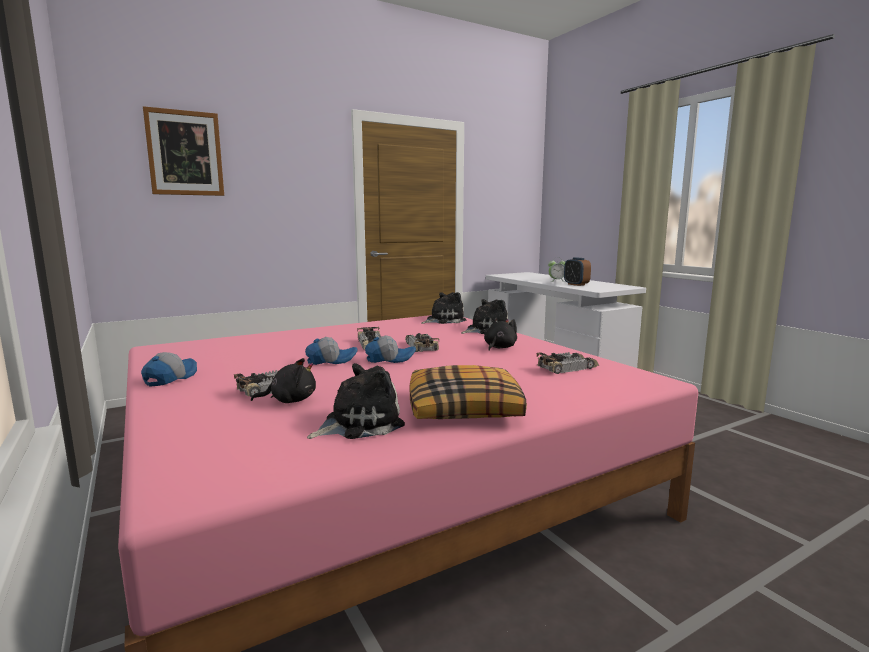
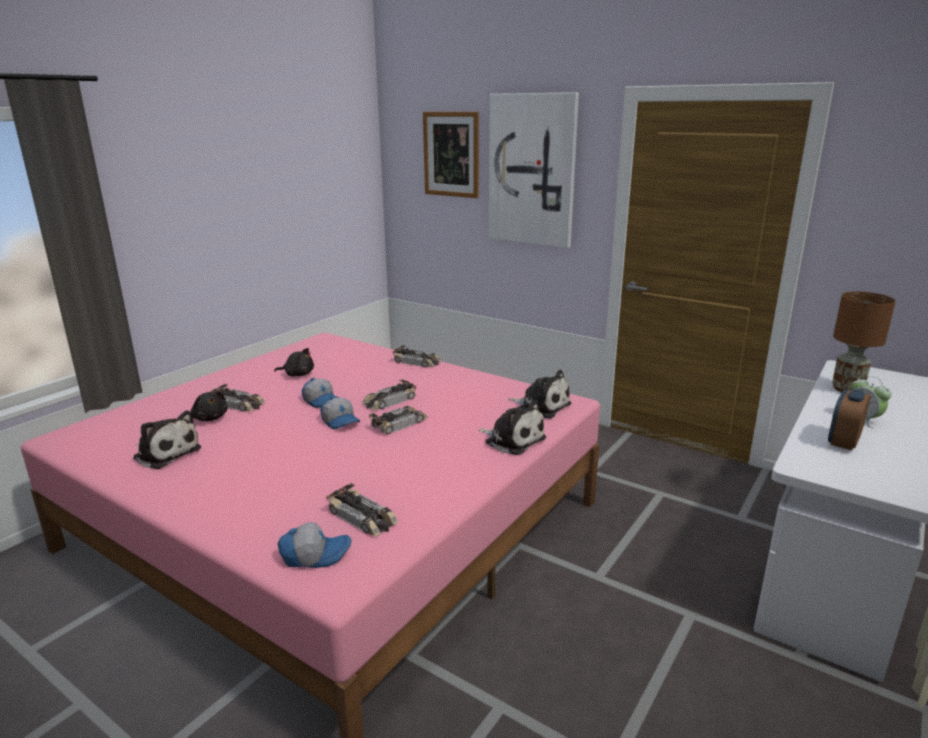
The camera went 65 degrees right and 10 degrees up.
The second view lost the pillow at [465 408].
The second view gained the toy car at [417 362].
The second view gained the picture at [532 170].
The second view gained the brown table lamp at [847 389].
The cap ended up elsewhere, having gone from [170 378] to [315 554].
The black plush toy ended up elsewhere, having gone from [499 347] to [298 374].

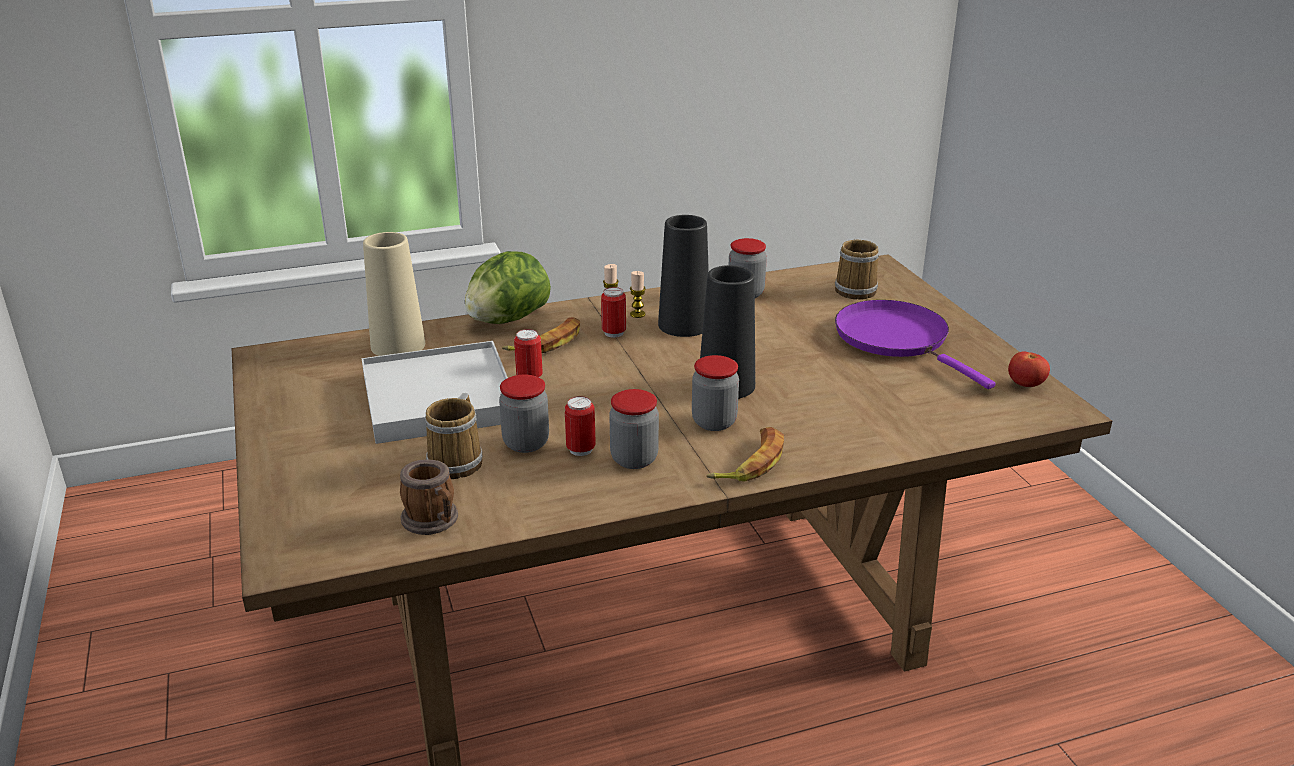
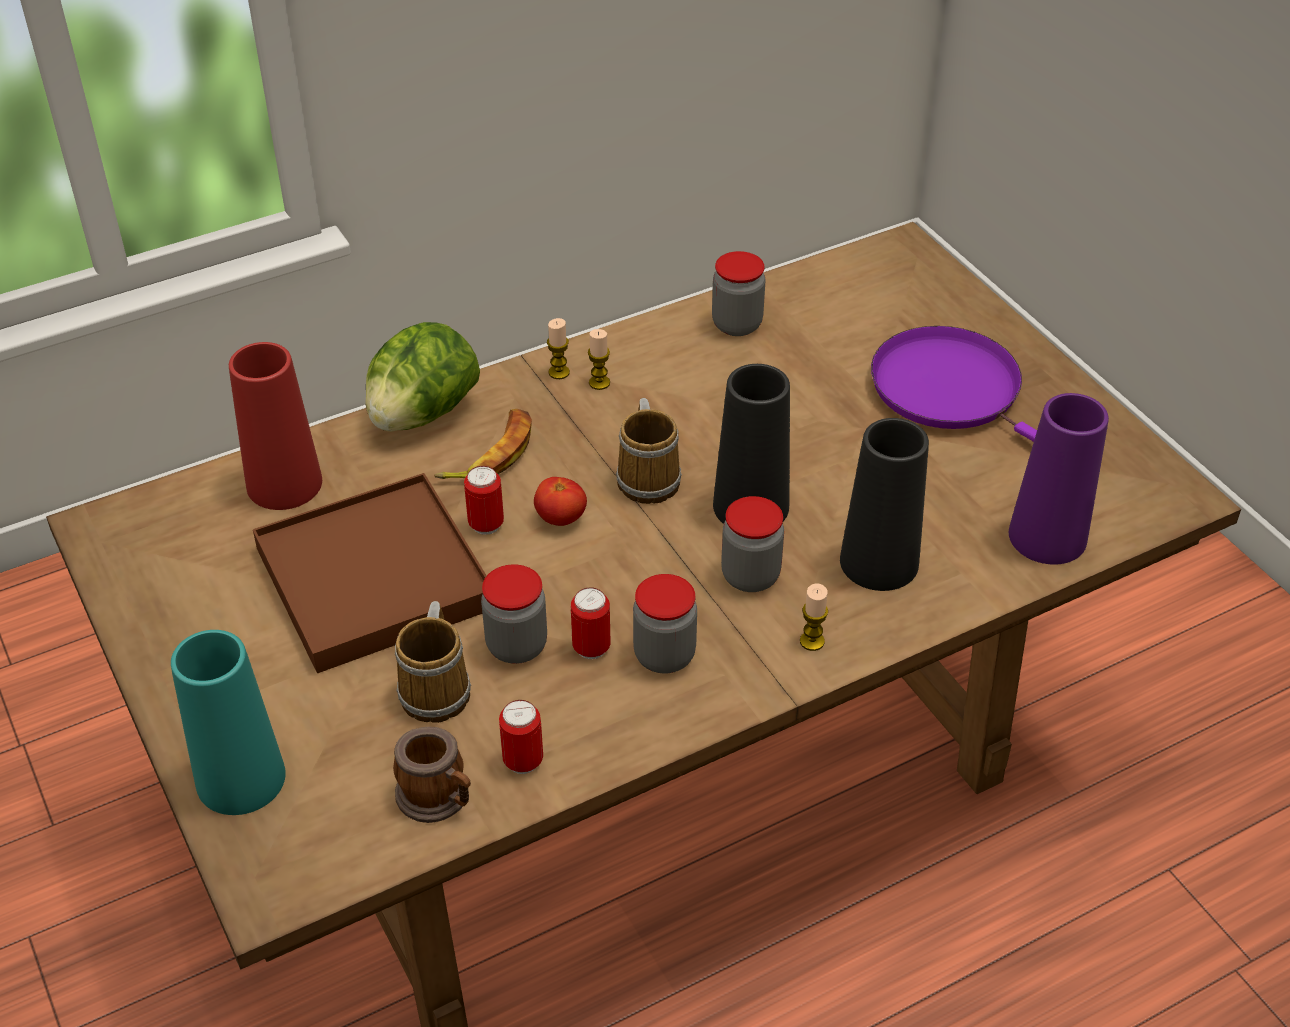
The camera went 10 degrees left and 15 degrees up.
The second view gained the turquoise vase at [241 779].
The second view gained the purple vase at [1047 536].
The can ended up elsewhere, having gone from [614 333] to [523 761].
The black vase ended up elsewhere, having gone from [684 325] to [879 562].
The mug ended up elsewhere, having gone from [856 289] to [650 478].
The tomato ended up elsewhere, having gone from [1025 385] to [561 519].
Where the banana stood at [750 462], the candle came to stand at [812 641].
What was the white tray at [438 398] turned into the brown tray at [374 579].
What was the beige vase at [398 345] turned into the red vase at [284 484].

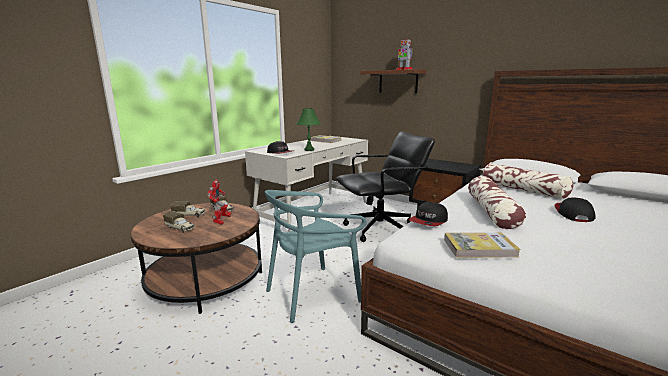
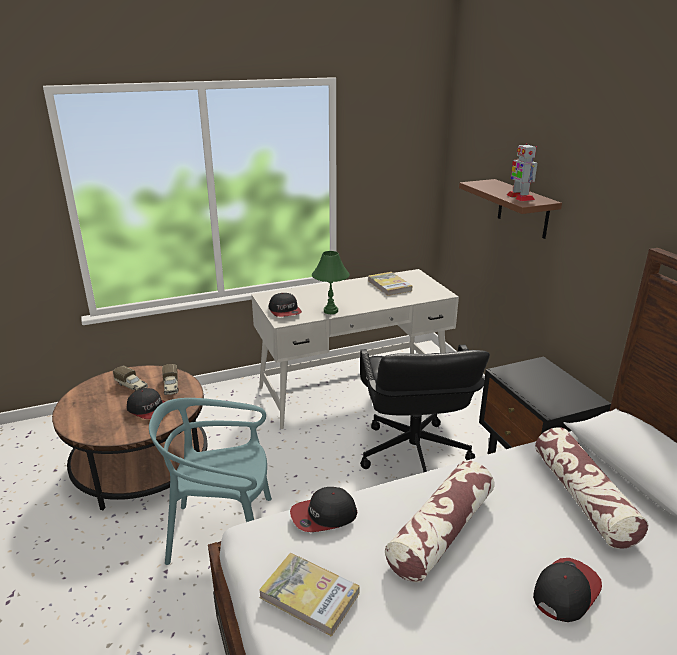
The camera went 30 degrees right and 10 degrees up.
The second view lost the toy truck at [180 228].
Where the toy robot stood at [221 221], the cap came to stand at [149 409].
The black office chair at [381 229] ended up facing another way, 75 degrees clockwise from before.

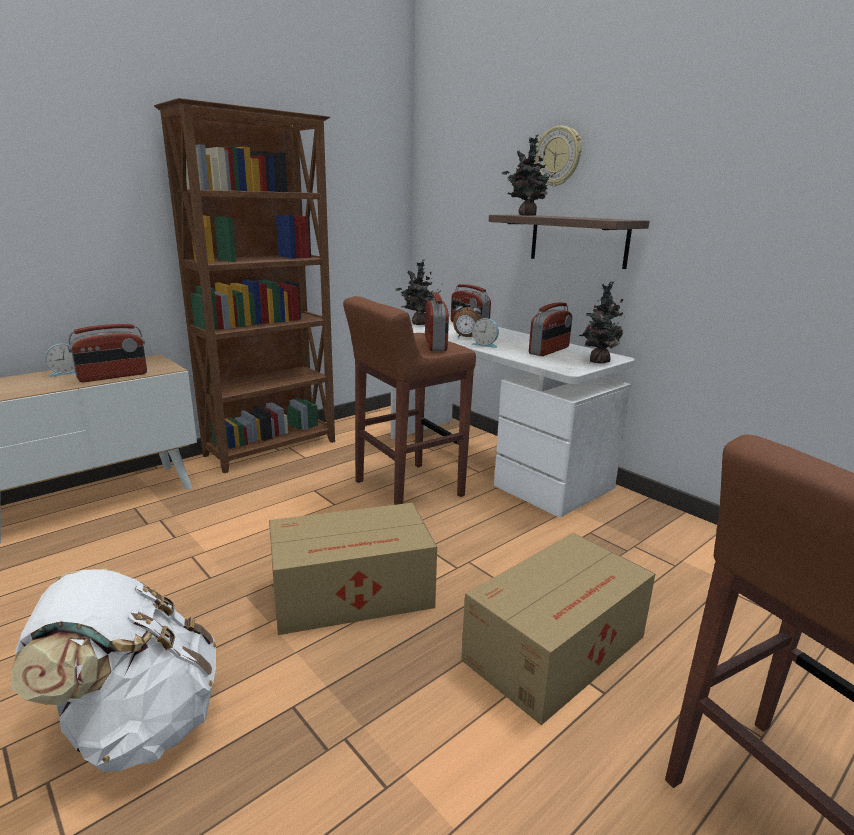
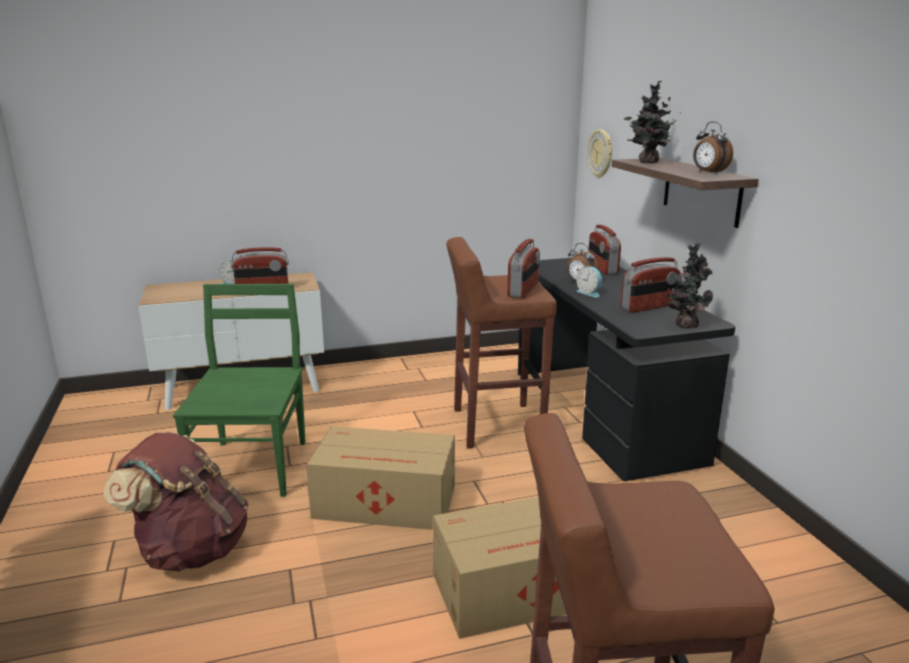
The camera went 25 degrees right and 0 degrees up.
The second view lost the brown bookcase at [273 448].
The second view lost the potted plant at [418 323].
The second view gained the green chair at [253 466].
The second view gained the alarm clock at [708 173].
The wall clock ended up elsewhere, having gone from [558 156] to [601 153].
What was the white backpack at [138 724] turned into the brown backpack at [190 550].
What was the white desk at [493 460] turned into the black desk at [603 413].

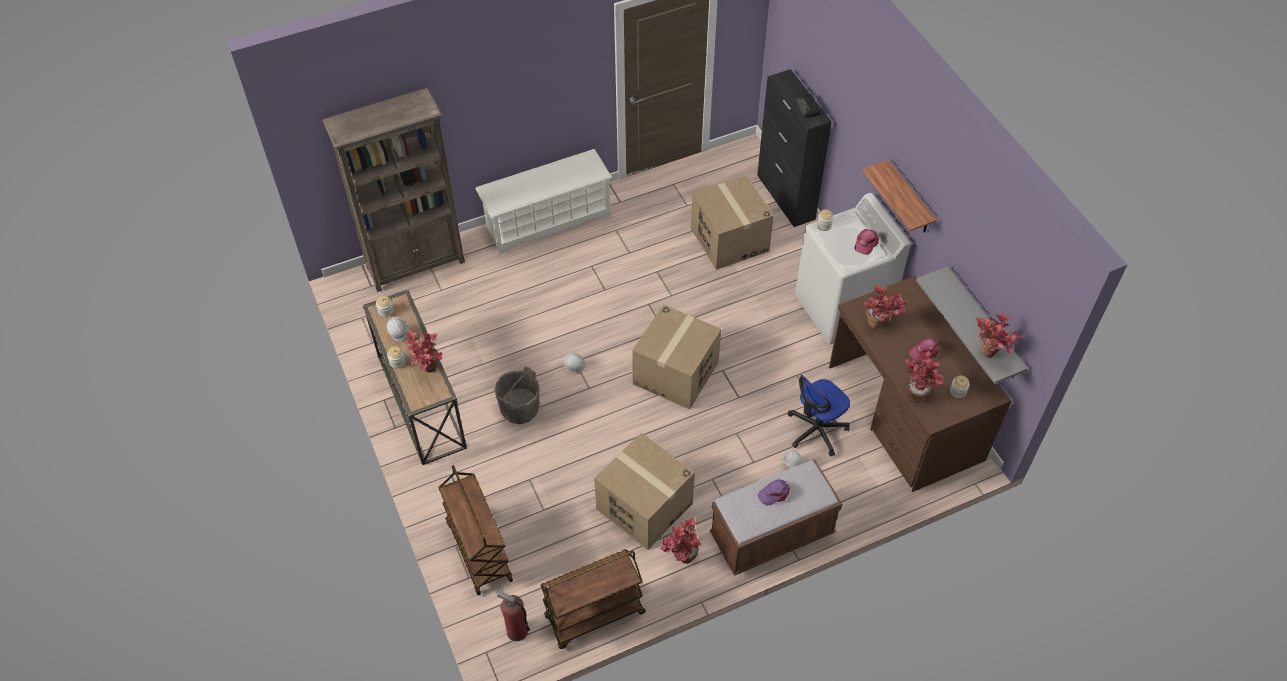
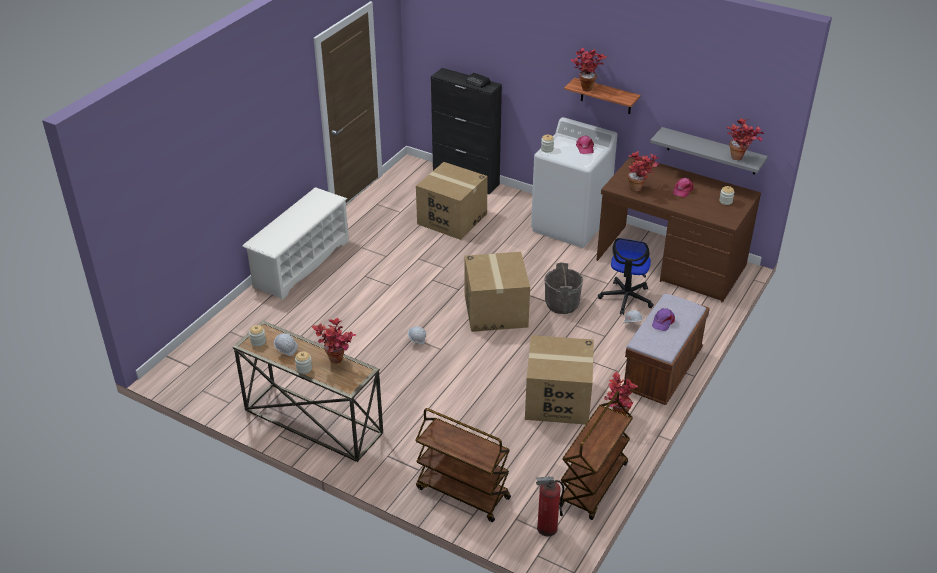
The camera went 35 degrees left and 15 degrees down.
The second view lost the brown bookcase at [416 264].
The grey bucket ended up elsewhere, having gone from [520 409] to [562 304].
The potted plant ended up elsewhere, having gone from [917 393] to [585 86].

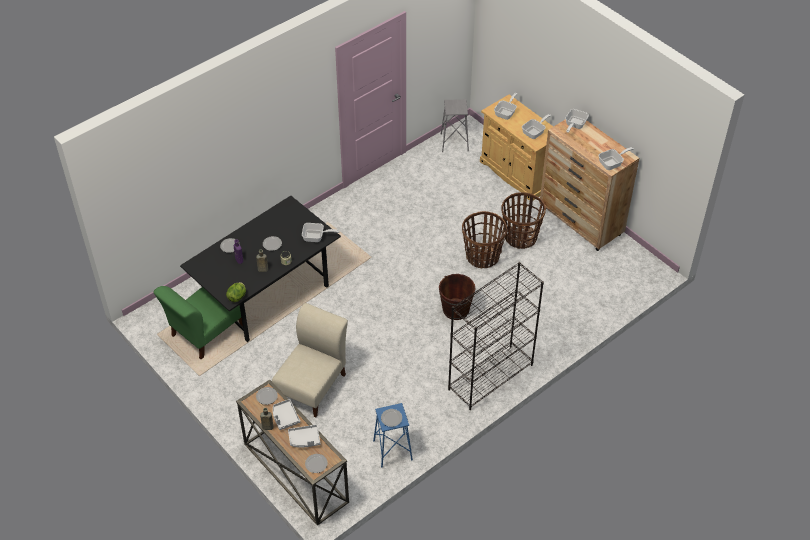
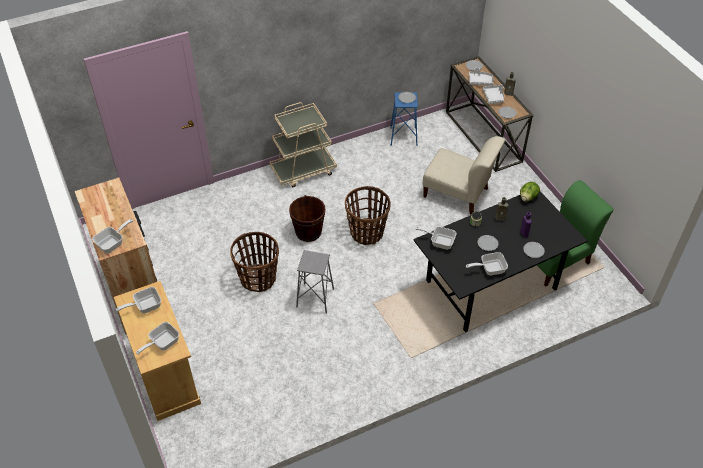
The camera went 165 degrees left and 0 degrees up.
The grey stool ended up elsewhere, having gone from [454 142] to [315 298].
The basket ended up elsewhere, having gone from [520 237] to [367 232].
The frying pan ended up elsewhere, having gone from [612 163] to [489 269].
Where the black bookcase stood at [490 377], the beige cart came to stand at [303 170].
The beige chair at [313 385] ended up facing another way, 105 degrees counterclockwise from before.

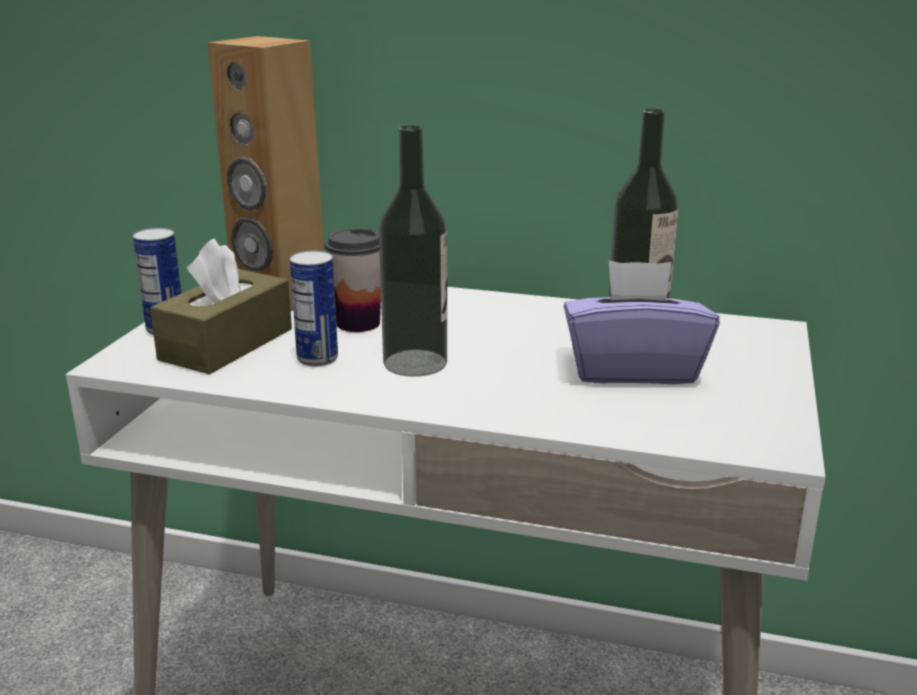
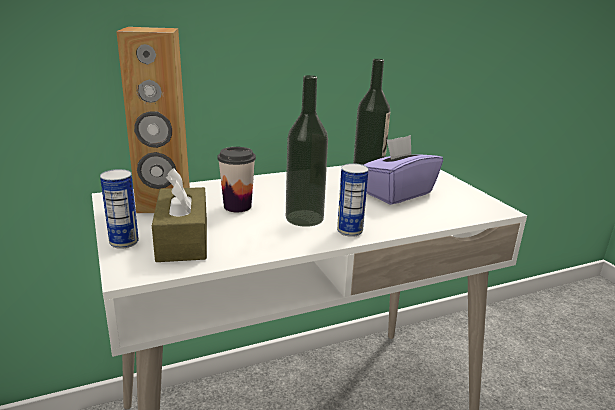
The camera went 40 degrees left and 0 degrees up.
The can ended up elsewhere, having gone from [317 358] to [349 231].

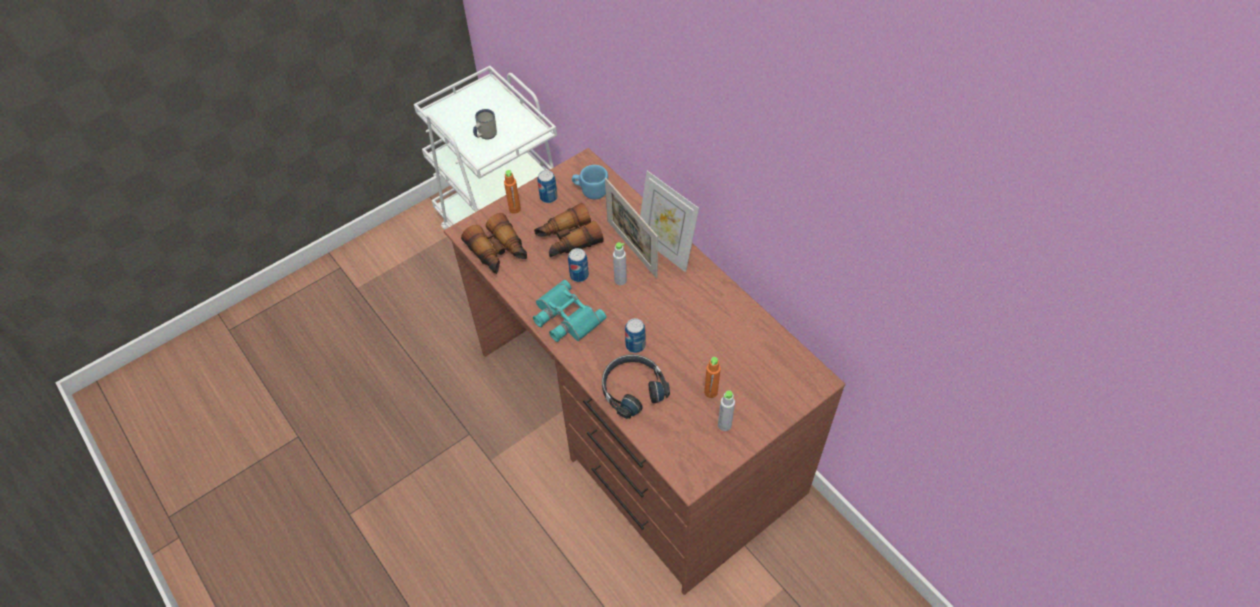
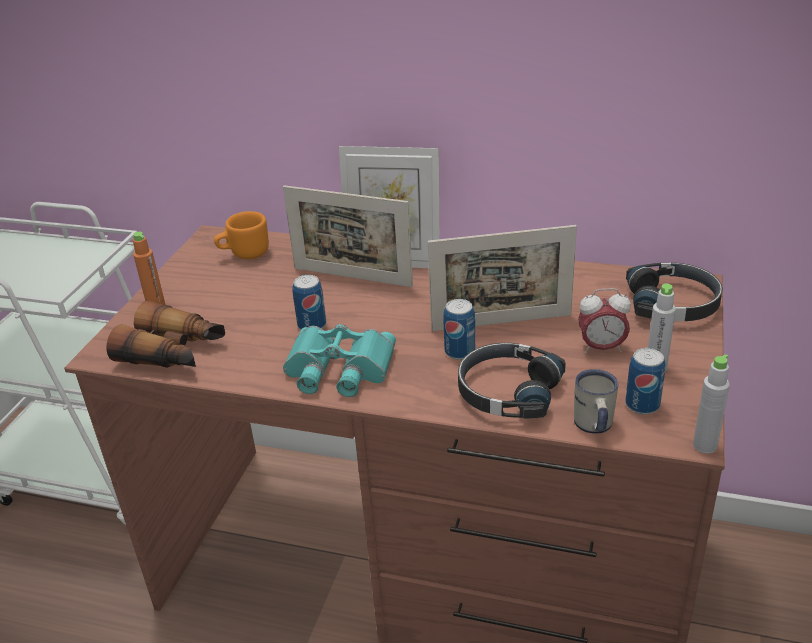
The camera went 35 degrees left and 20 degrees down.
The second view lost the binoculars at [567 240].
The second view gained the picture frame at [501 322].
The second view gained the black headphones at [673 303].
The white mug ended up elsewhere, having gone from [485 135] to [593 427].
The can ended up elsewhere, having gone from [548 197] to [642 405].
The grey bottle ended up elsewhere, having gone from [620 280] to [705 445].
Where the orange bottle stood at [711 392], the alarm clock came to stand at [601 348].
What was the blue mug at [590 191] turned into the orange mug at [244 254].

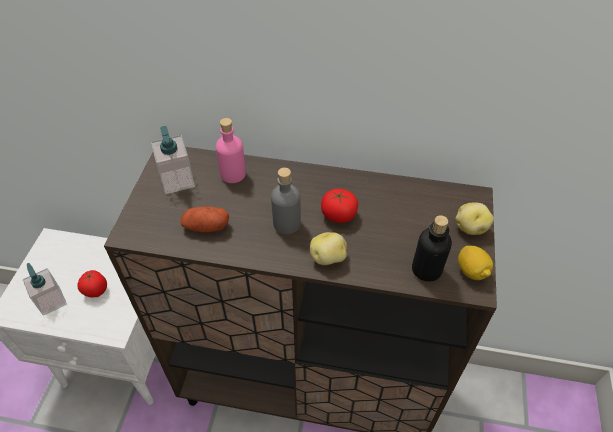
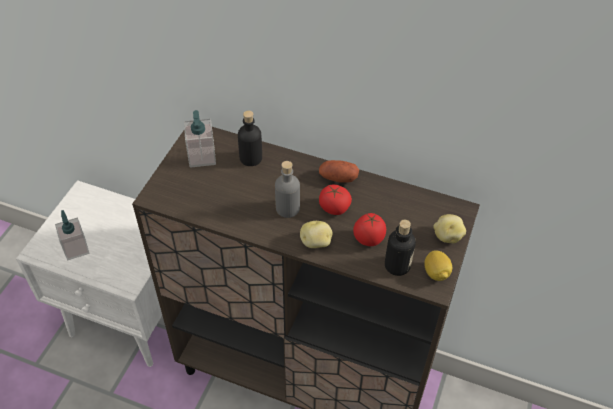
The camera went 10 degrees right and 0 degrees up.
The tomato ended up elsewhere, having gone from [96 291] to [368 239].
The potato ended up elsewhere, having gone from [206 227] to [338 178].
What was the pink bottle at [233 174] turned into the black bottle at [251 158].

